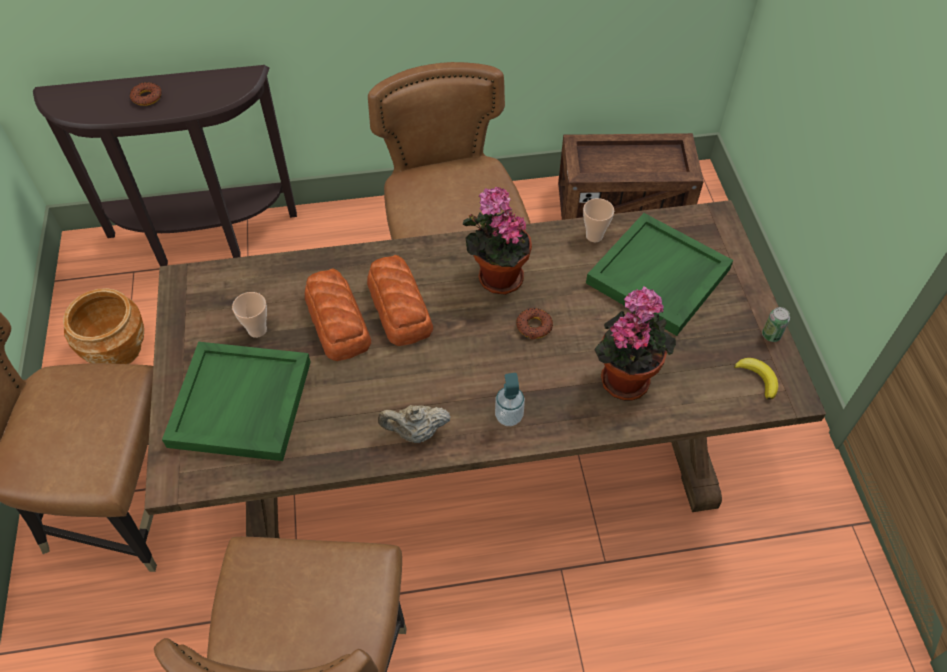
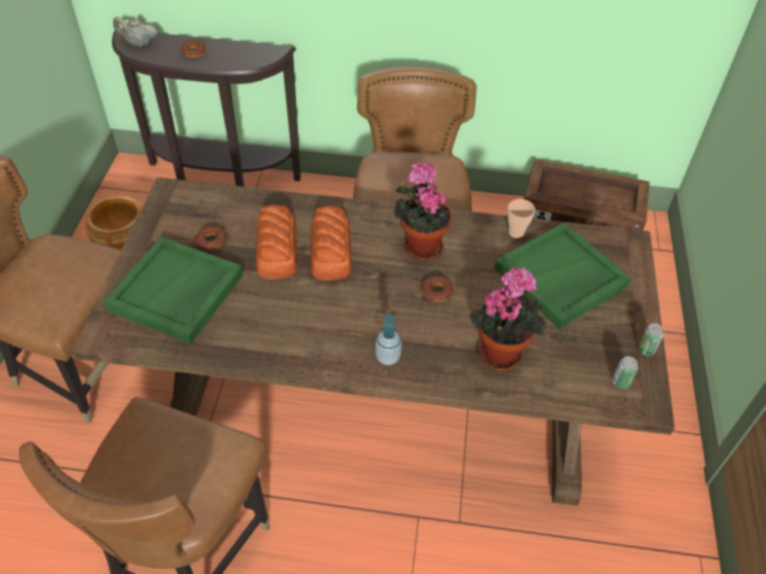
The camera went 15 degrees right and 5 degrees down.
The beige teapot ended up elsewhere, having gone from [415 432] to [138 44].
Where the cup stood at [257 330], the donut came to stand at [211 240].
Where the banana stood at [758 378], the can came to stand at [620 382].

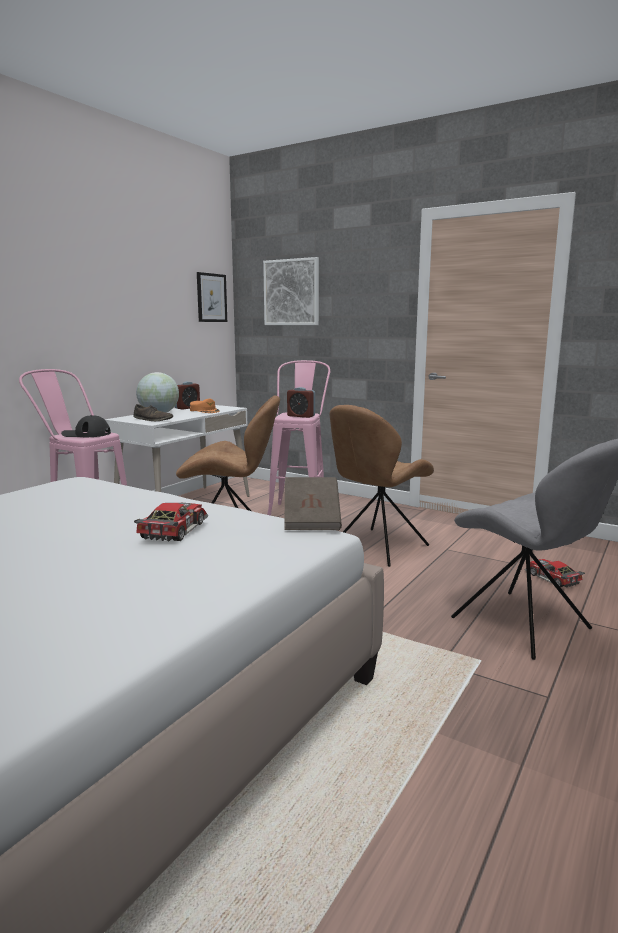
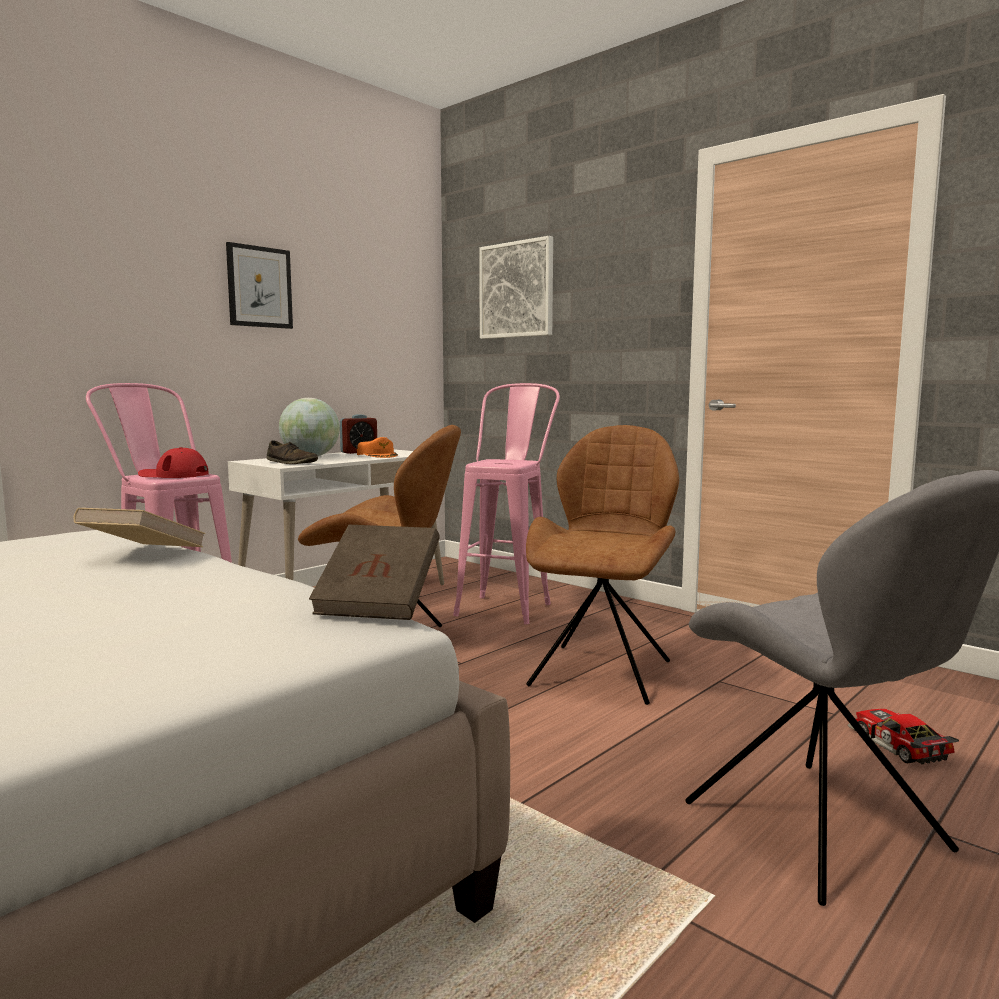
The camera went 10 degrees right and 5 degrees down.
The second view lost the toy car at [171 530].
The second view lost the alarm clock at [301 416].
The second view gained the beige book at [143 554].
The picture ended up elsewhere, having gone from [211 298] to [259 287].
What was the black cap at [86 434] turned into the red cap at [174 475].
The brown chair at [377 548] ended up facing another way, 150 degrees clockwise from before.

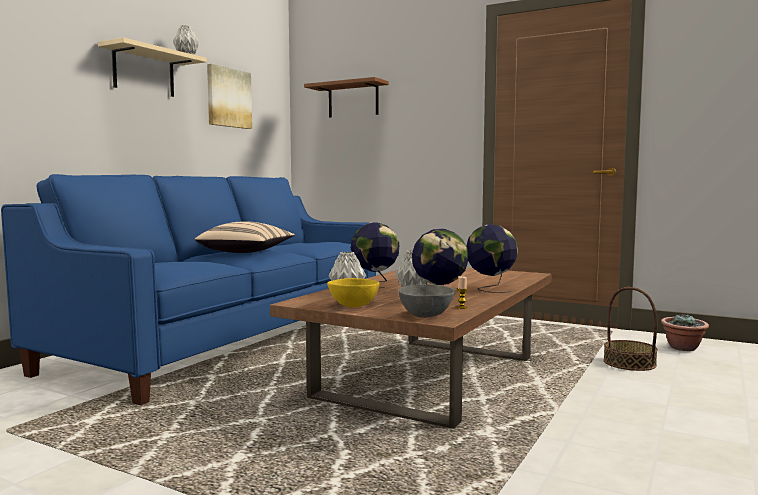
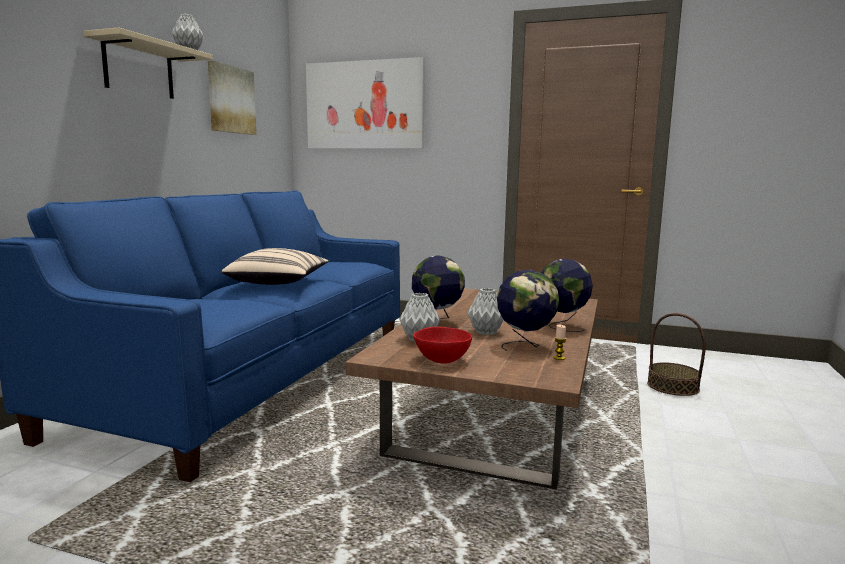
The camera went 10 degrees left and 5 degrees up.
The second view lost the grey bowl at [426 315].
The second view lost the potted plant at [683 348].
Where the brown shelf hung at [353 100], the picture came to hang at [364 105].
What was the yellow bowl at [353 306] turned into the red bowl at [442 360].

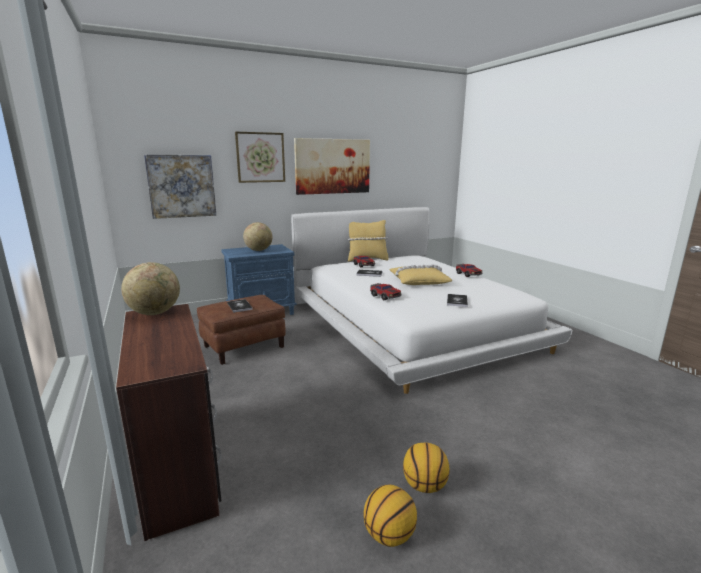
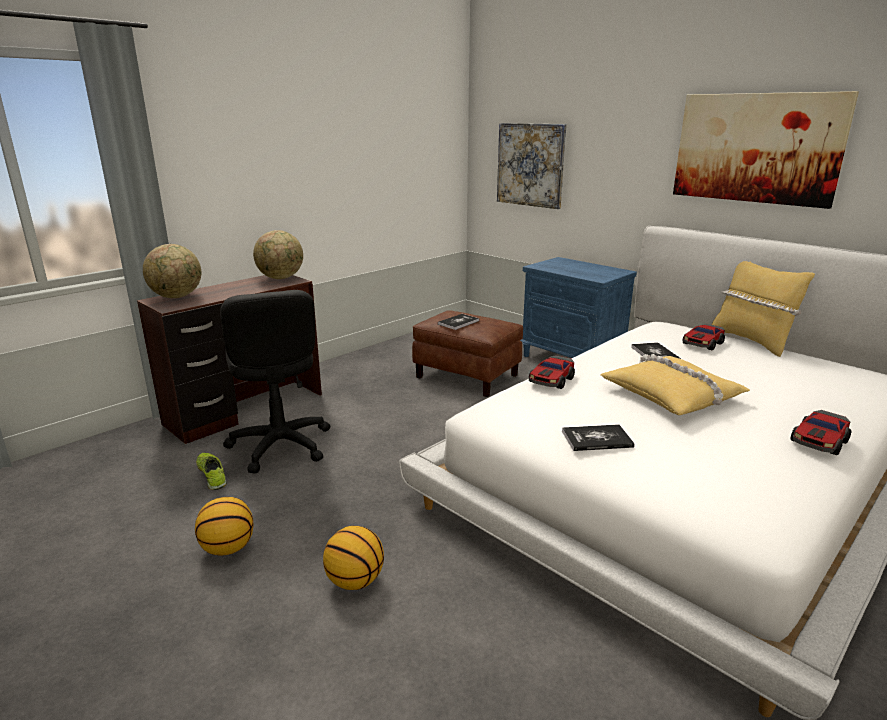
The camera went 70 degrees right and 5 degrees up.
The second view lost the picture at [260 157].
The second view gained the shoe at [212 475].
The second view gained the black office chair at [280 445].
The globe ended up elsewhere, having gone from [258 250] to [177 297].
The basketball ended up elsewhere, having gone from [389 535] to [355 580].

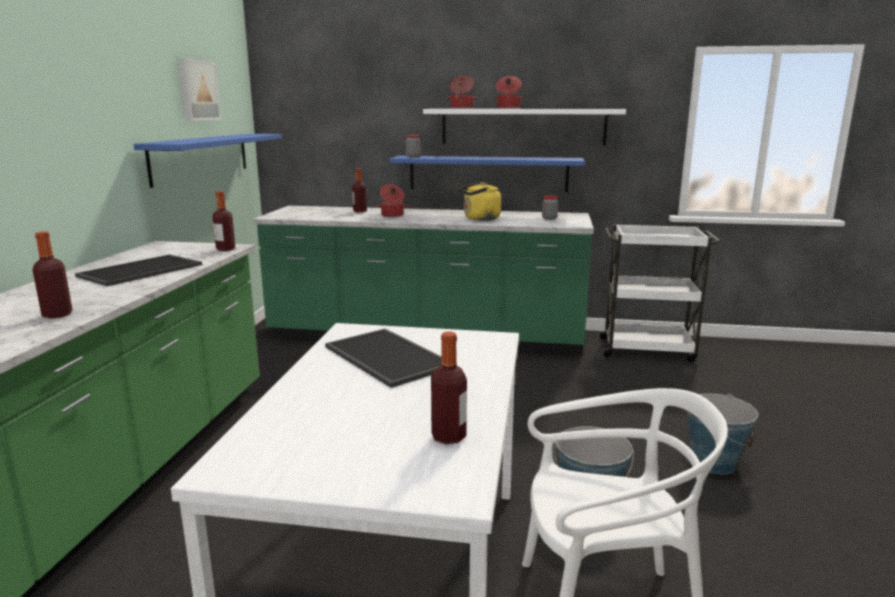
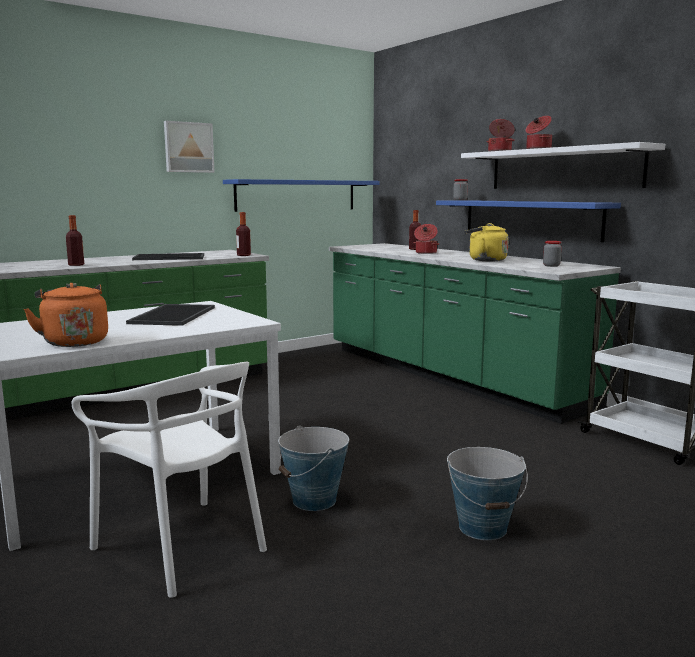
The camera went 45 degrees right and 5 degrees down.
The picture ended up elsewhere, having gone from [197 90] to [188 147].
Where the bottle stood at [448 437], the orange kettle came to stand at [74 341].

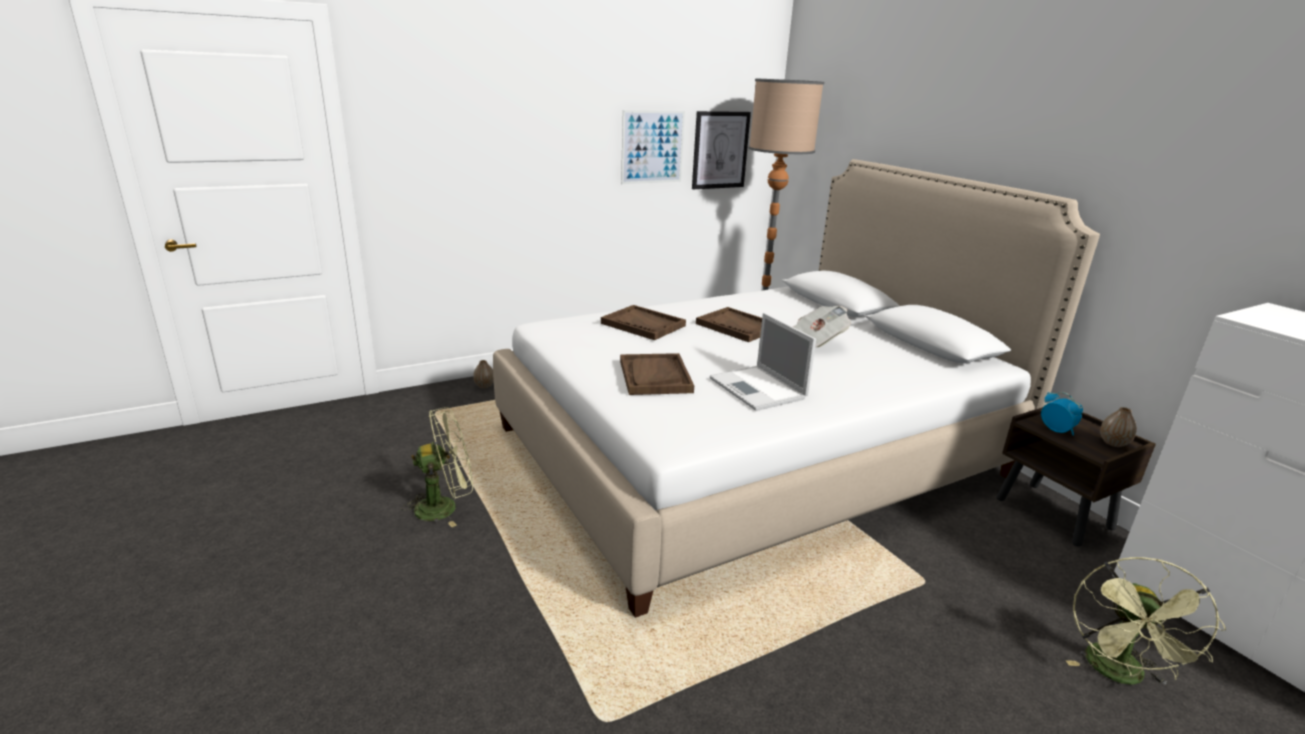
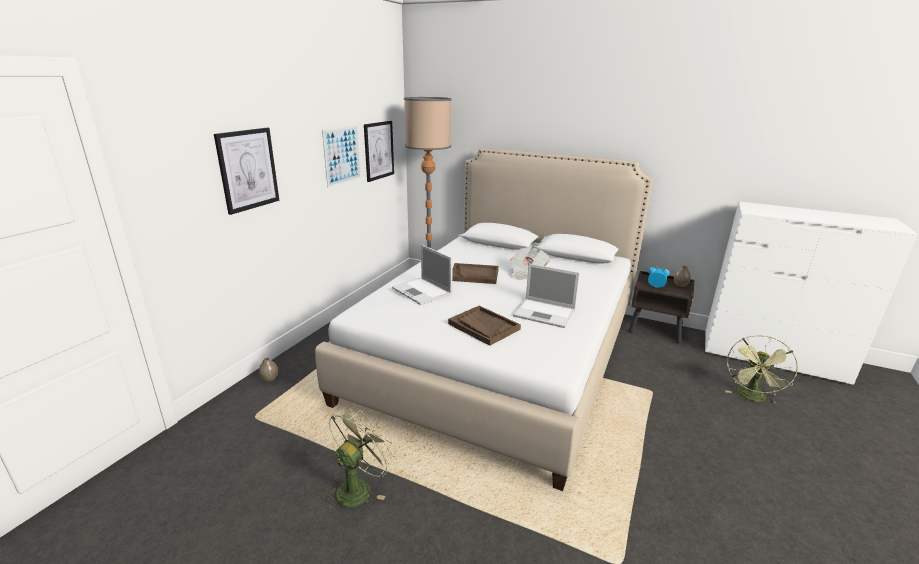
The camera went 35 degrees left and 0 degrees up.
The second view gained the picture at [248 169].
Where the brown tray stood at [643 324], the laptop came to stand at [422 291].
The green fan at [1118 675] ended up facing another way, 45 degrees clockwise from before.

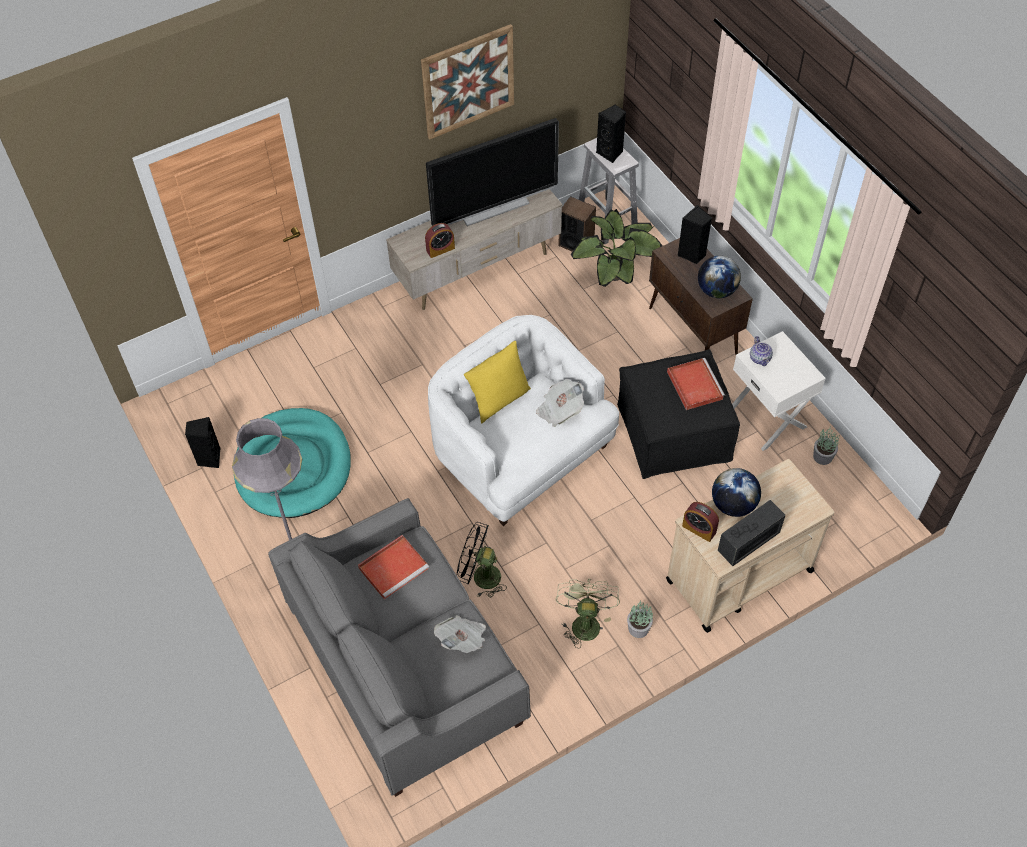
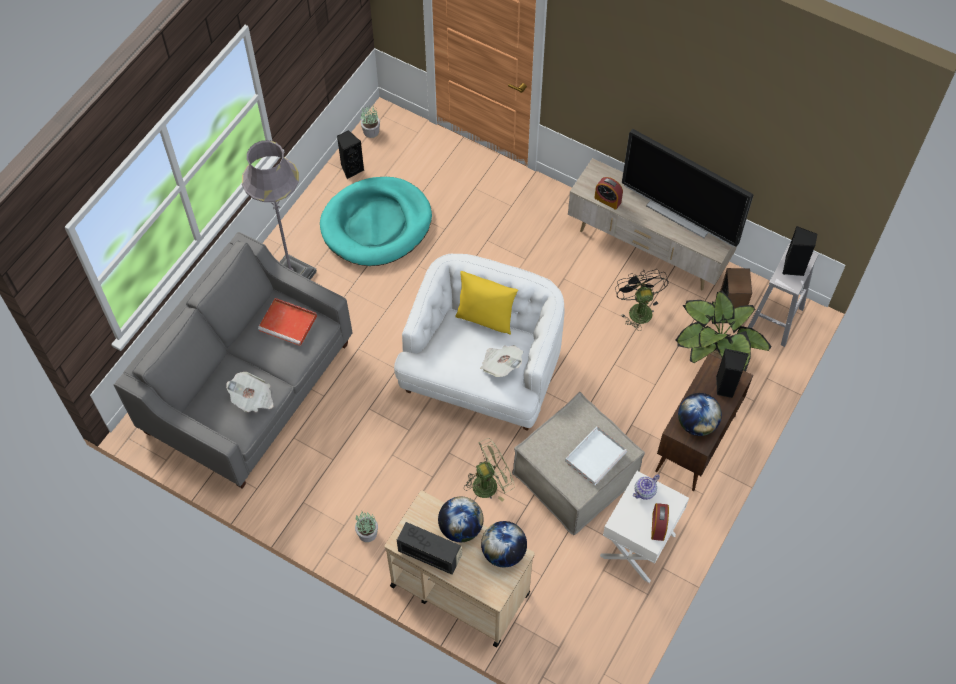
The camera went 60 degrees right and 5 degrees up.
The second view lost the picture at [468 81].
The second view gained the globe at [503 552].
The black fan ended up elsewhere, having gone from [480 576] to [637 309].
The green fan ended up elsewhere, having gone from [584 621] to [489 483].
The alarm clock ended up elsewhere, having gone from [699 529] to [658 526].
The potted plant ended up elsewhere, having gone from [822 456] to [371 131].
What was the black ottoman at [674 432] turned into the beige ottoman at [575 476].
What was the red tray at [694 384] turned into the white tray at [596 456].

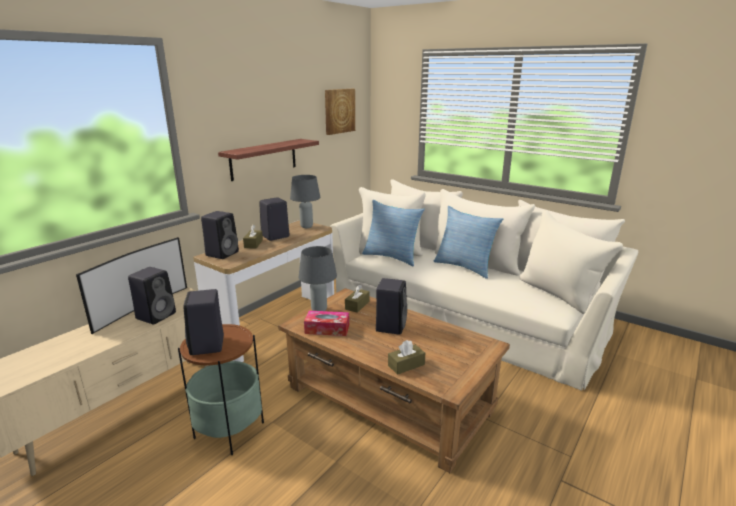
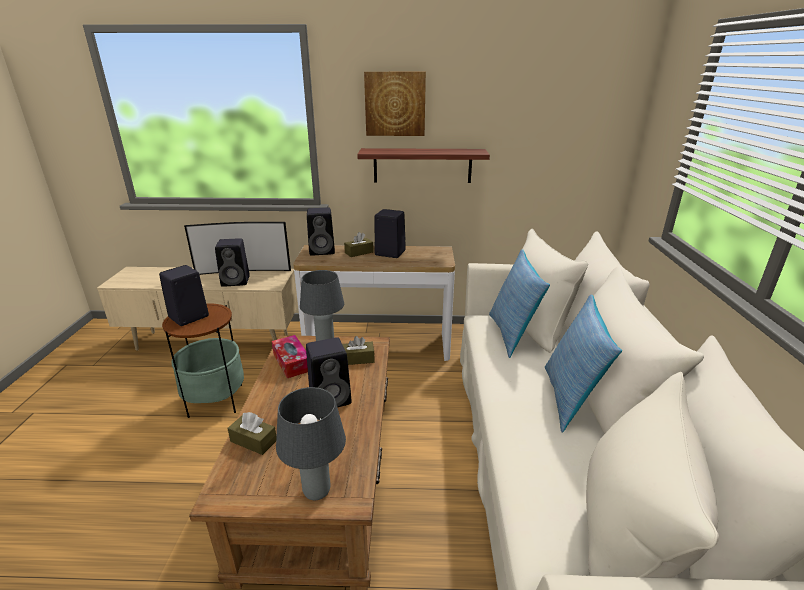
The camera went 55 degrees right and 5 degrees up.
The grey table lamp ended up elsewhere, having gone from [306 226] to [317 490].
The picture ended up elsewhere, having gone from [339 111] to [395 104].

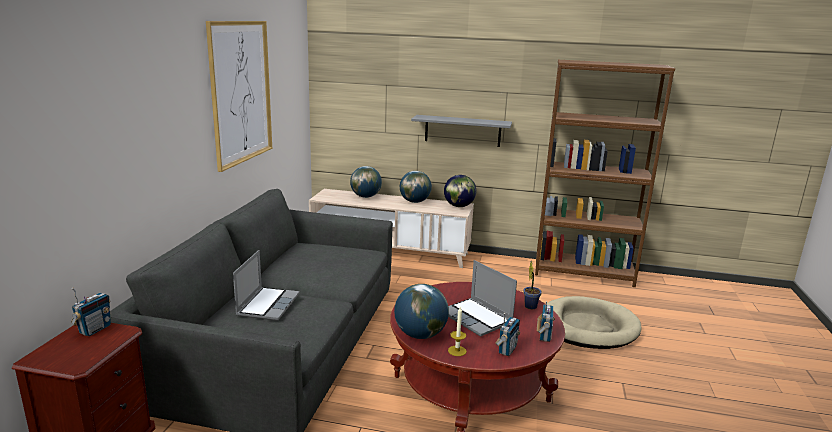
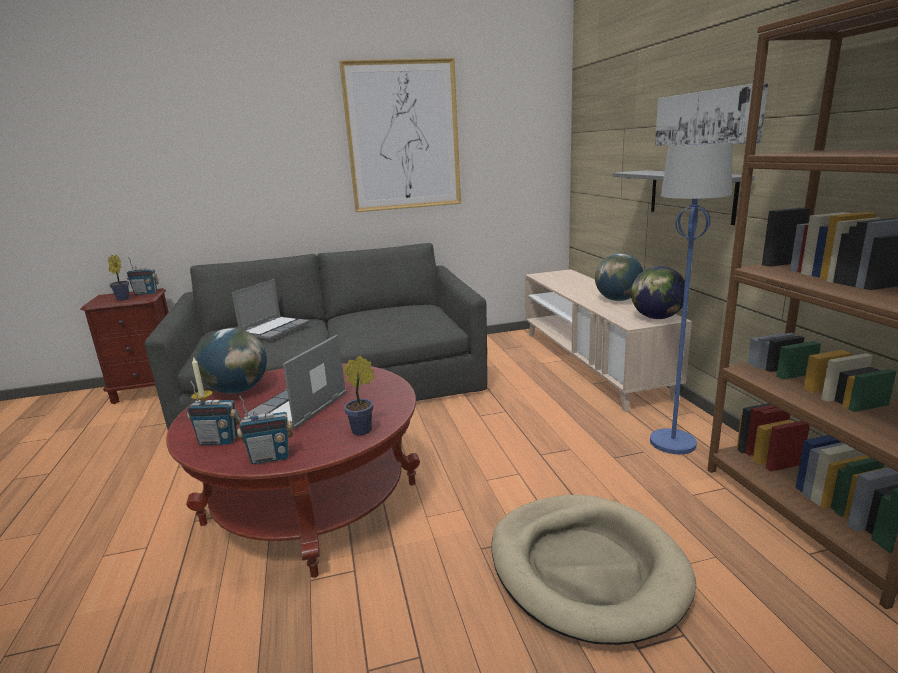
The camera went 65 degrees right and 0 degrees up.
The second view lost the globe at [365 196].
The second view gained the potted plant at [122 299].
The second view gained the blue floor lamp at [673 443].
The second view gained the picture at [706 118].
The laptop at [268 304] ended up facing another way, 45 degrees counterclockwise from before.

